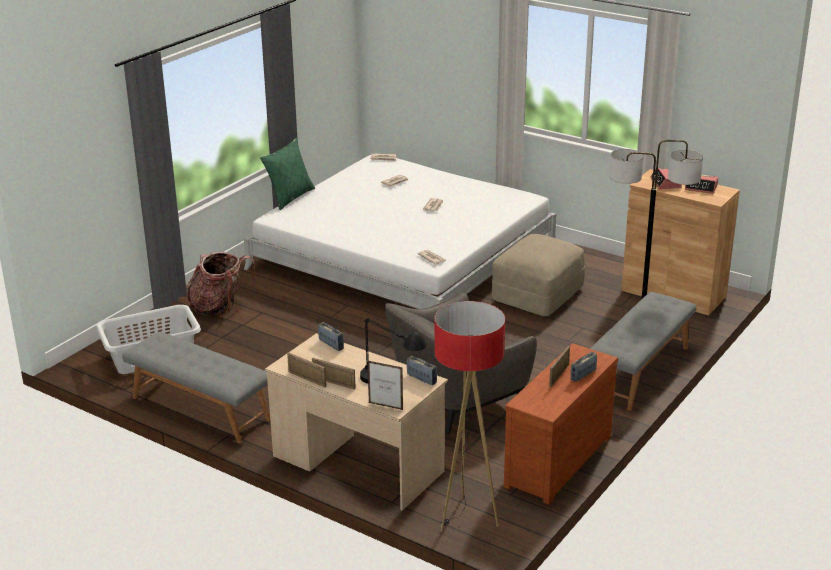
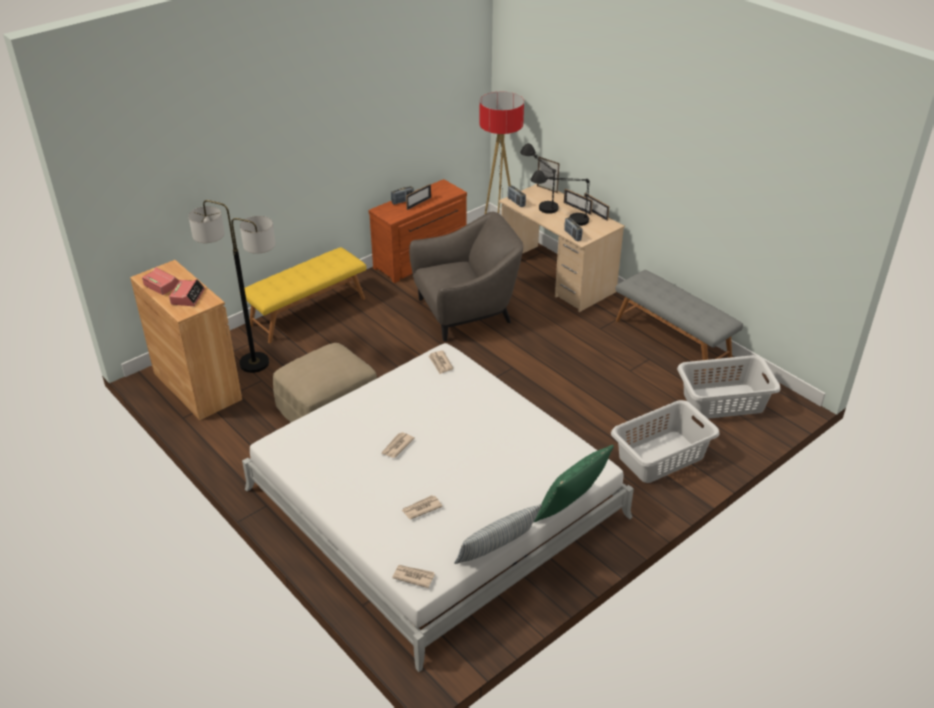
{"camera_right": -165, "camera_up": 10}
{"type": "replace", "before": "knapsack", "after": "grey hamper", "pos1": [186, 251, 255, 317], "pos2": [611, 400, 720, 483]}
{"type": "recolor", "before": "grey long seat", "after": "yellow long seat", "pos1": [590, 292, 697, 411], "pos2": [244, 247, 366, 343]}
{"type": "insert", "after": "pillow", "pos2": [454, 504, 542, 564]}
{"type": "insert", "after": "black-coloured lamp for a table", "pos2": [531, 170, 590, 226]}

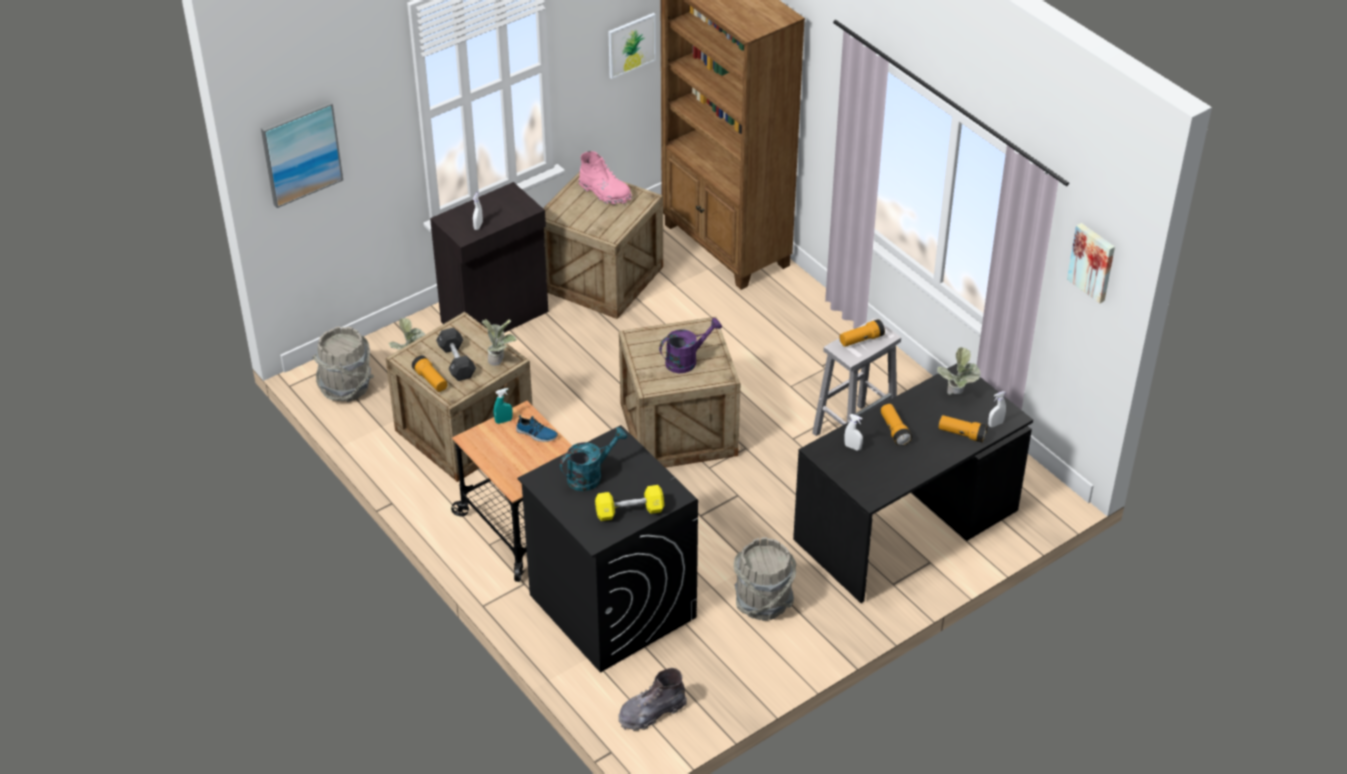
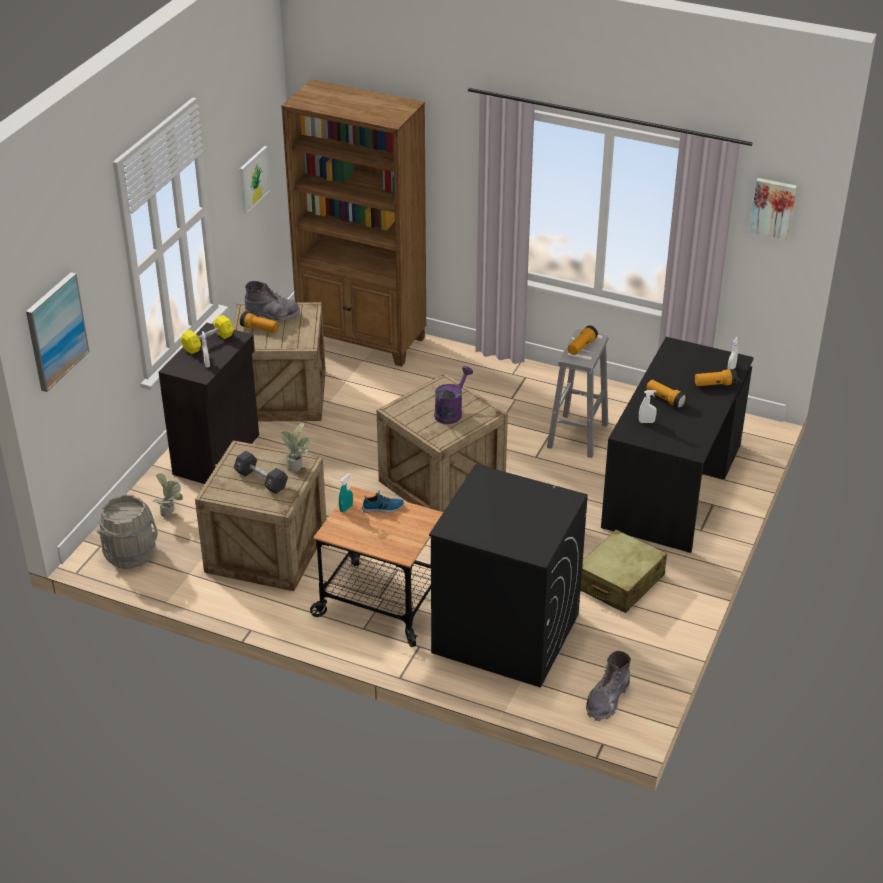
{"camera_right": -30, "camera_up": -5}
{"type": "move", "before": "torch", "pos1": [412, 355, 447, 392], "pos2": [240, 312, 278, 333]}
{"type": "delete", "before": "turquoise-coloured watering can", "pos1": [560, 427, 627, 491]}
{"type": "recolor", "before": "pink tall boot", "after": "grey tall boot", "pos1": [578, 151, 632, 205], "pos2": [244, 281, 300, 323]}
{"type": "move", "before": "yellow hand weight", "pos1": [595, 485, 664, 521], "pos2": [181, 315, 234, 354]}
{"type": "replace", "before": "grey pail", "after": "sand-coloured travel case", "pos1": [734, 537, 796, 621], "pos2": [581, 530, 667, 613]}
{"type": "delete", "before": "potted plant", "pos1": [937, 347, 981, 395]}

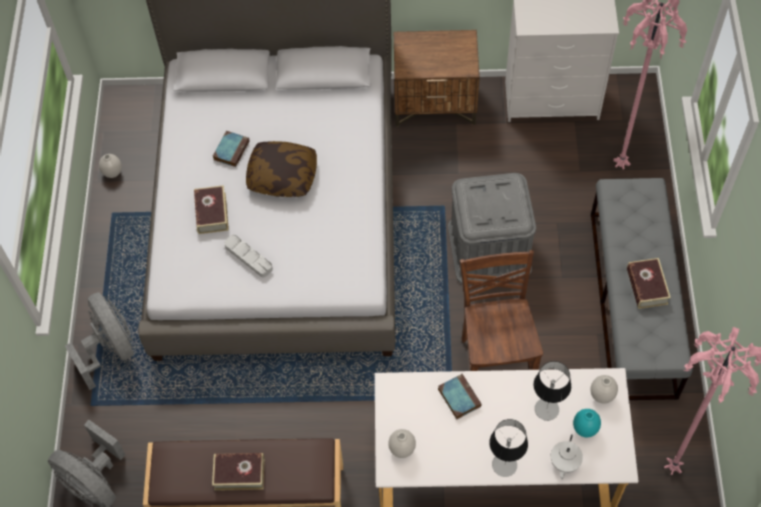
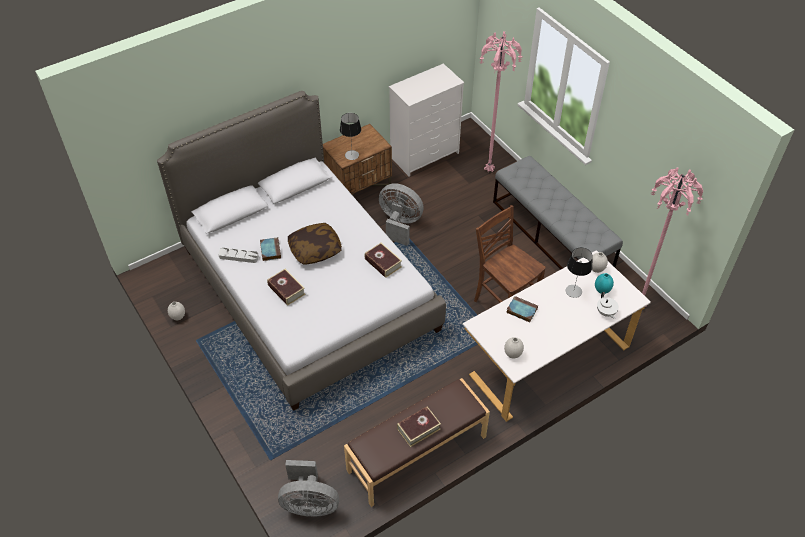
{"camera_right": -35, "camera_up": -10}
{"type": "move", "before": "grey cooling fan", "pos1": [65, 292, 134, 390], "pos2": [379, 183, 424, 246]}
{"type": "move", "before": "grey serving tray", "pos1": [224, 235, 273, 277], "pos2": [218, 248, 259, 263]}
{"type": "delete", "before": "grey storage bin", "pos1": [448, 173, 536, 284]}
{"type": "move", "before": "lamp for a table", "pos1": [489, 419, 528, 477], "pos2": [340, 113, 361, 160]}
{"type": "move", "before": "volume", "pos1": [627, 258, 671, 309], "pos2": [365, 243, 402, 278]}

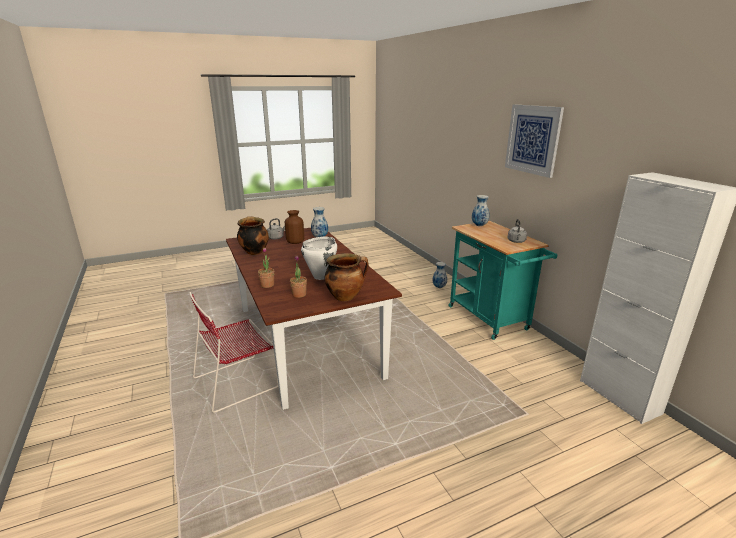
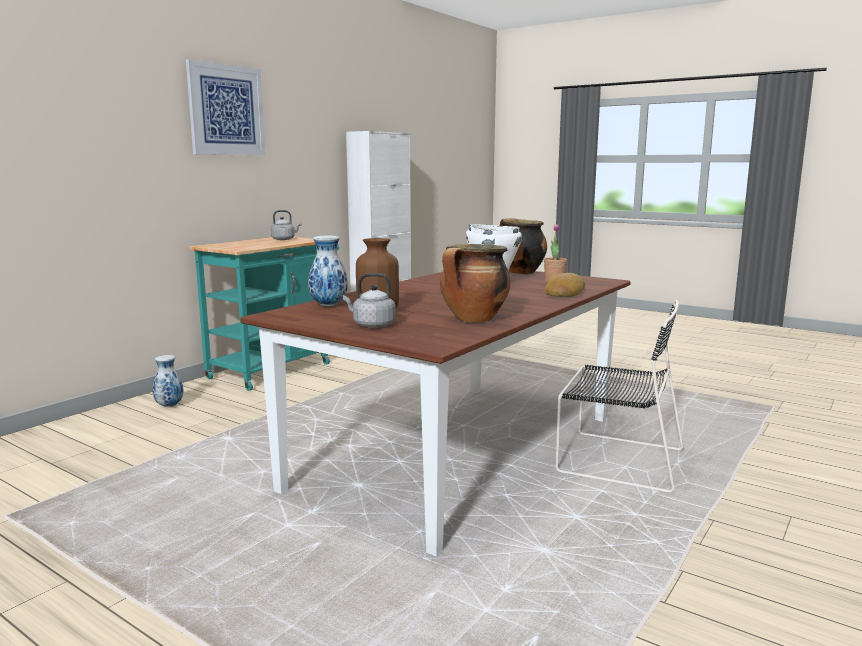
{"camera_right": -120, "camera_up": -10}
{"type": "recolor", "before": "reddish plain chair", "after": "black-coloured plain chair", "pos1": [189, 292, 278, 413], "pos2": [555, 300, 684, 492]}
{"type": "replace", "before": "potted plant", "after": "bread", "pos1": [258, 248, 274, 288], "pos2": [545, 273, 585, 297]}
{"type": "delete", "before": "flower vase", "pos1": [472, 195, 490, 226]}

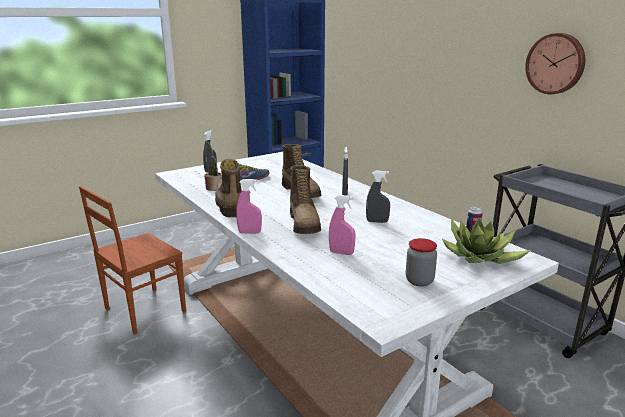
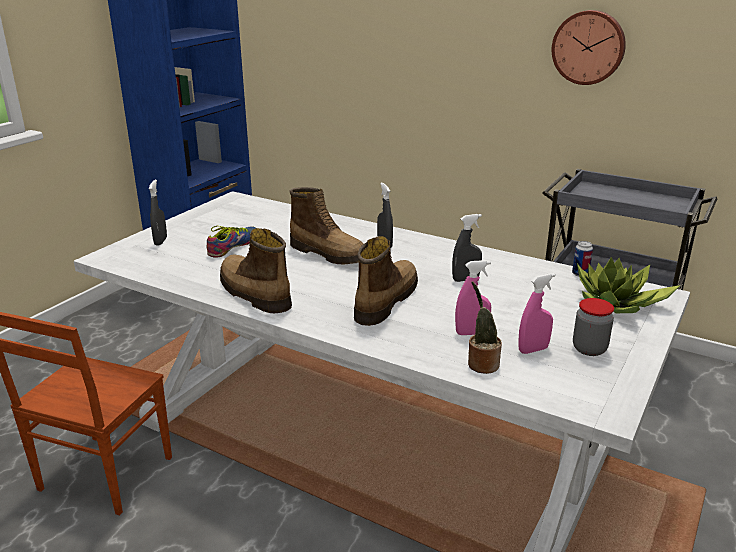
{"camera_right": -25, "camera_up": 5}
{"type": "move", "before": "potted plant", "pos1": [204, 141, 222, 191], "pos2": [468, 281, 502, 374]}
{"type": "move", "before": "pink hand sprayer", "pos1": [236, 179, 262, 234], "pos2": [518, 273, 555, 354]}
{"type": "rotate", "before": "tall boot", "pos1": [290, 165, 321, 234], "pos2": [354, 236, 418, 326], "turn": -120}

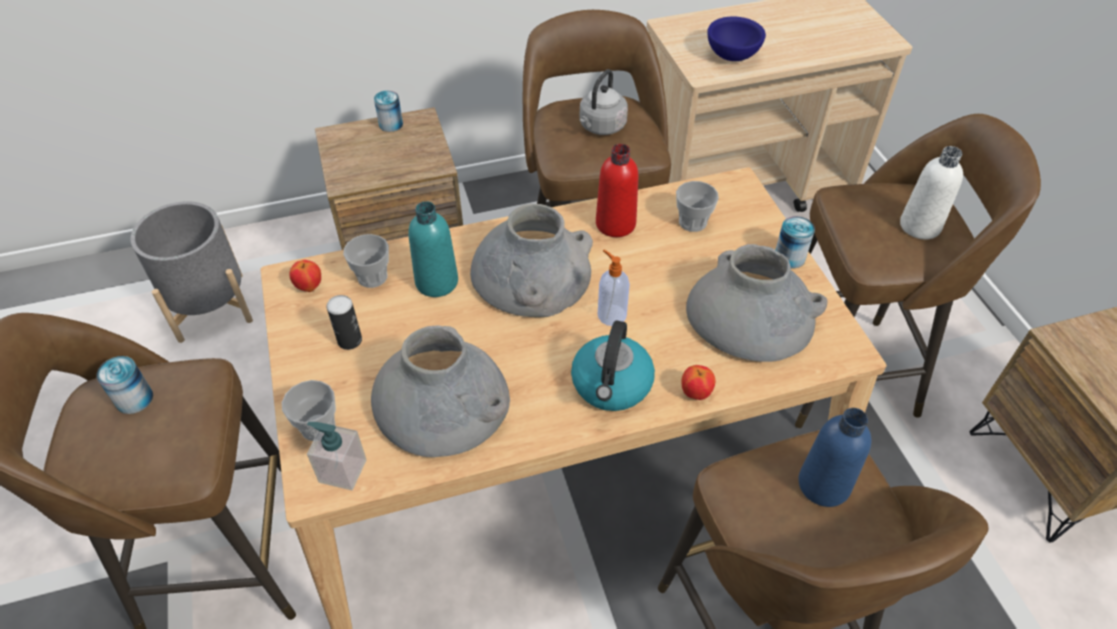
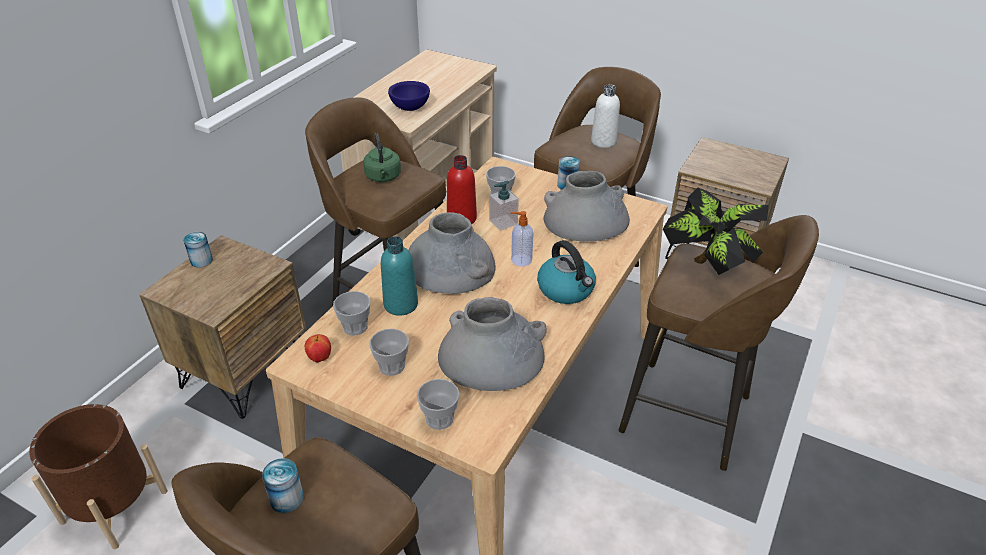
{"camera_right": -45, "camera_up": -10}
{"type": "recolor", "before": "grey flower pot", "after": "brownish flower pot", "pos1": [130, 201, 253, 343], "pos2": [29, 404, 168, 549]}
{"type": "move", "before": "soap dispenser", "pos1": [307, 422, 366, 490], "pos2": [489, 181, 519, 231]}
{"type": "replace", "before": "sealed can", "after": "cup", "pos1": [326, 295, 362, 350], "pos2": [369, 329, 409, 376]}
{"type": "recolor", "before": "grey water kettle", "after": "green water kettle", "pos1": [579, 69, 628, 135], "pos2": [363, 133, 401, 182]}
{"type": "delete", "before": "apple fruit", "pos1": [681, 365, 715, 400]}
{"type": "replace", "before": "blue bottle", "after": "potted plant", "pos1": [799, 408, 872, 507], "pos2": [663, 187, 769, 275]}

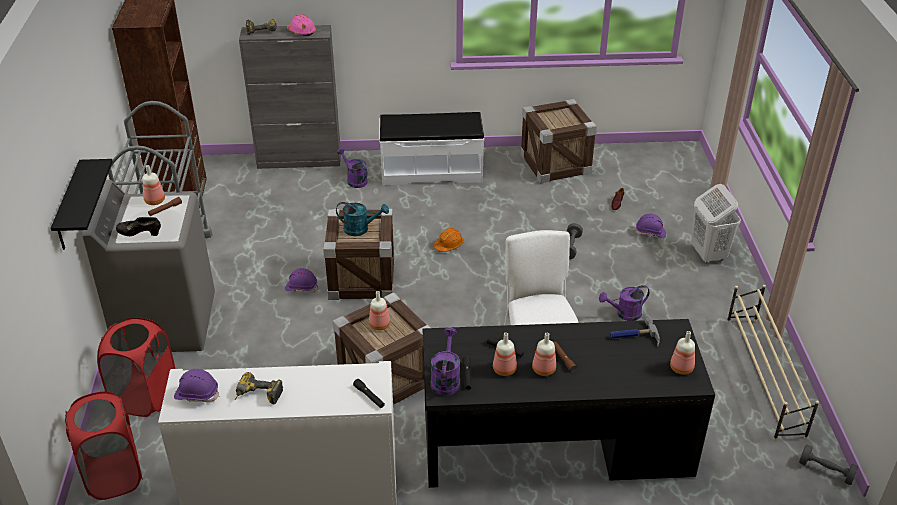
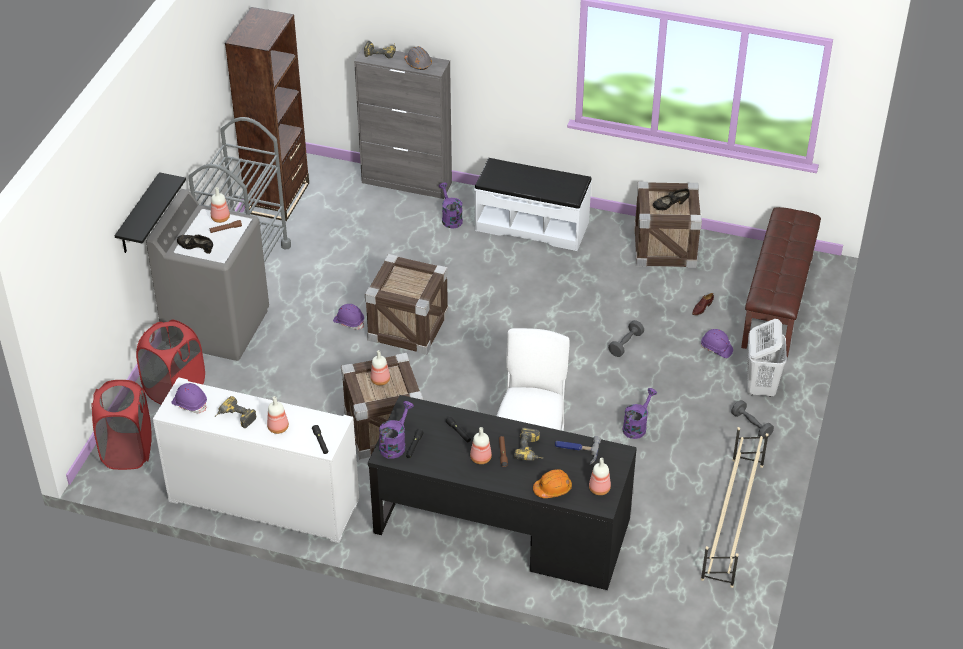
{"camera_right": 20, "camera_up": 5}
{"type": "recolor", "before": "pink safety helmet", "after": "grey safety helmet", "pos1": [287, 14, 316, 36], "pos2": [404, 46, 432, 70]}
{"type": "delete", "before": "turquoise-coloured watering can", "pos1": [336, 202, 389, 236]}
{"type": "move", "before": "orange safety helmet", "pos1": [434, 228, 464, 252], "pos2": [533, 469, 572, 498]}
{"type": "move", "before": "bottle", "pos1": [493, 333, 517, 376], "pos2": [267, 396, 289, 434]}
{"type": "rotate", "before": "purplish watering can", "pos1": [599, 285, 650, 321], "pos2": [623, 388, 657, 439], "turn": 120}
{"type": "move", "before": "grey hand weight", "pos1": [799, 445, 858, 485], "pos2": [731, 400, 774, 439]}
{"type": "insert", "after": "drill", "pos2": [514, 427, 543, 461]}
{"type": "insert", "after": "black-coloured shoe", "pos2": [653, 188, 690, 210]}
{"type": "insert", "after": "brownish long seat", "pos2": [741, 207, 821, 357]}

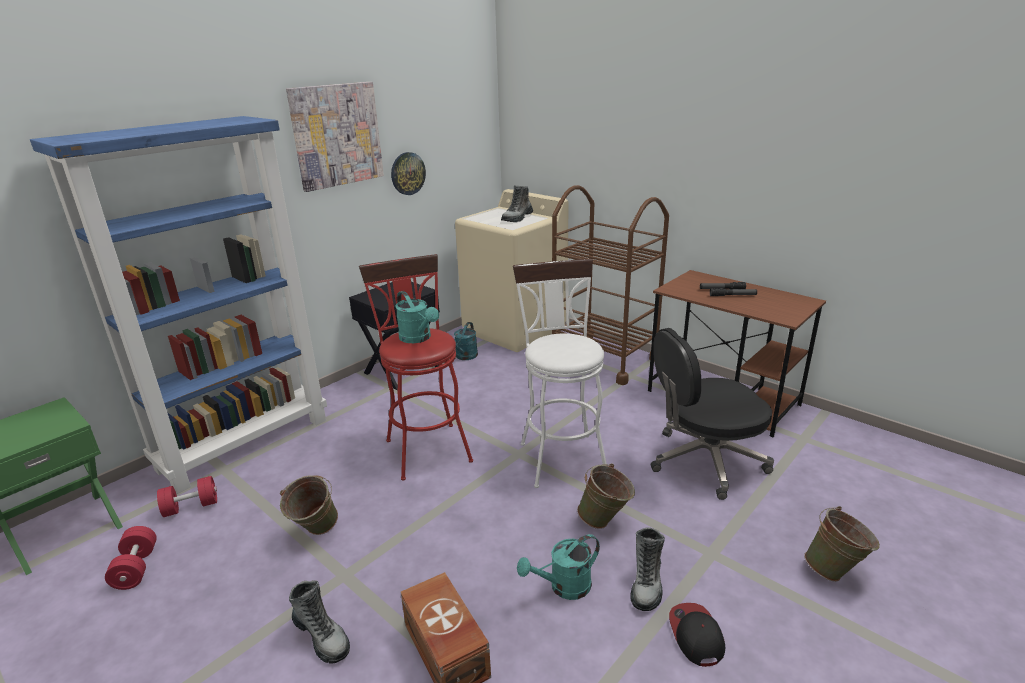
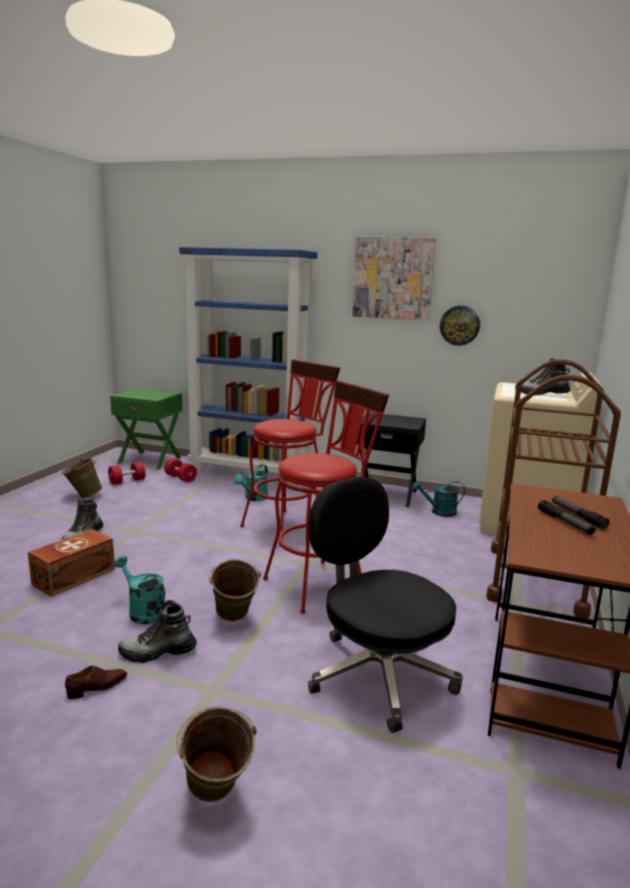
{"camera_right": 65, "camera_up": -10}
{"type": "move", "before": "green pail", "pos1": [280, 475, 338, 535], "pos2": [62, 458, 102, 498]}
{"type": "move", "before": "turquoise-coloured watering can", "pos1": [395, 291, 439, 343], "pos2": [234, 464, 268, 501]}
{"type": "recolor", "before": "whitish stool", "after": "reddish stool", "pos1": [513, 259, 607, 488], "pos2": [263, 380, 389, 614]}
{"type": "replace", "before": "peaked cap", "after": "brownish shoe", "pos1": [669, 603, 725, 667], "pos2": [65, 666, 127, 699]}

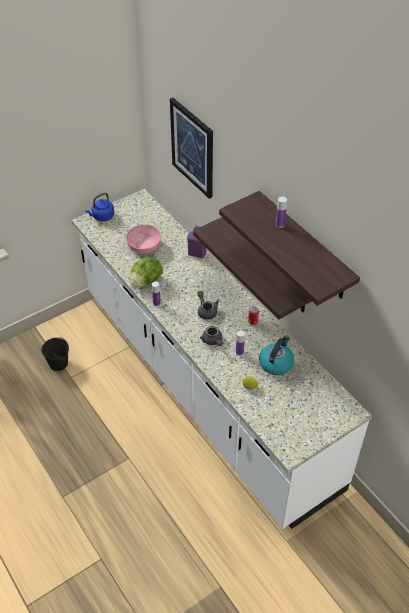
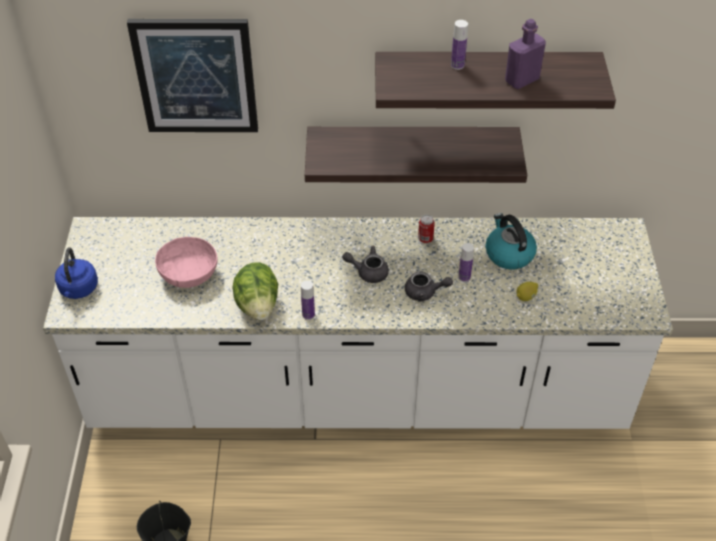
{"camera_right": -55, "camera_up": 0}
{"type": "move", "before": "purplish bottle", "pos1": [187, 226, 206, 258], "pos2": [505, 19, 546, 89]}

